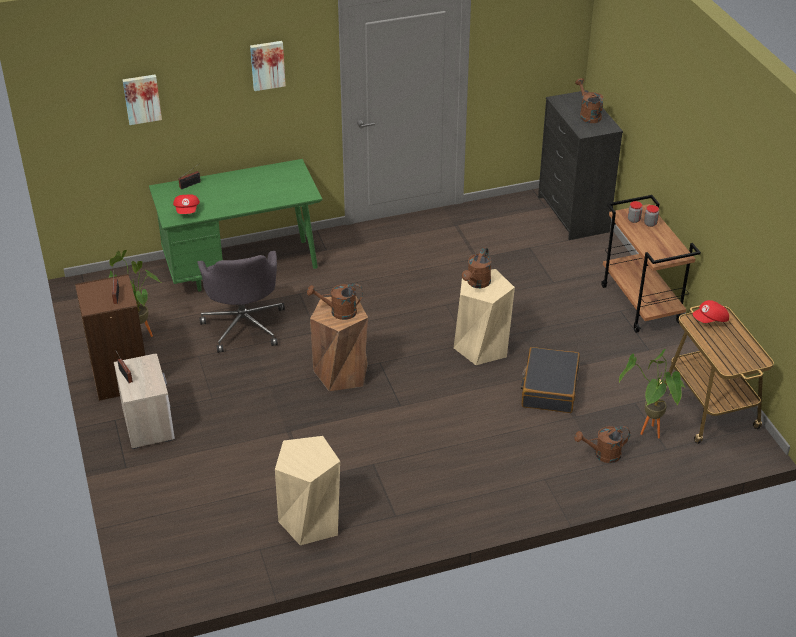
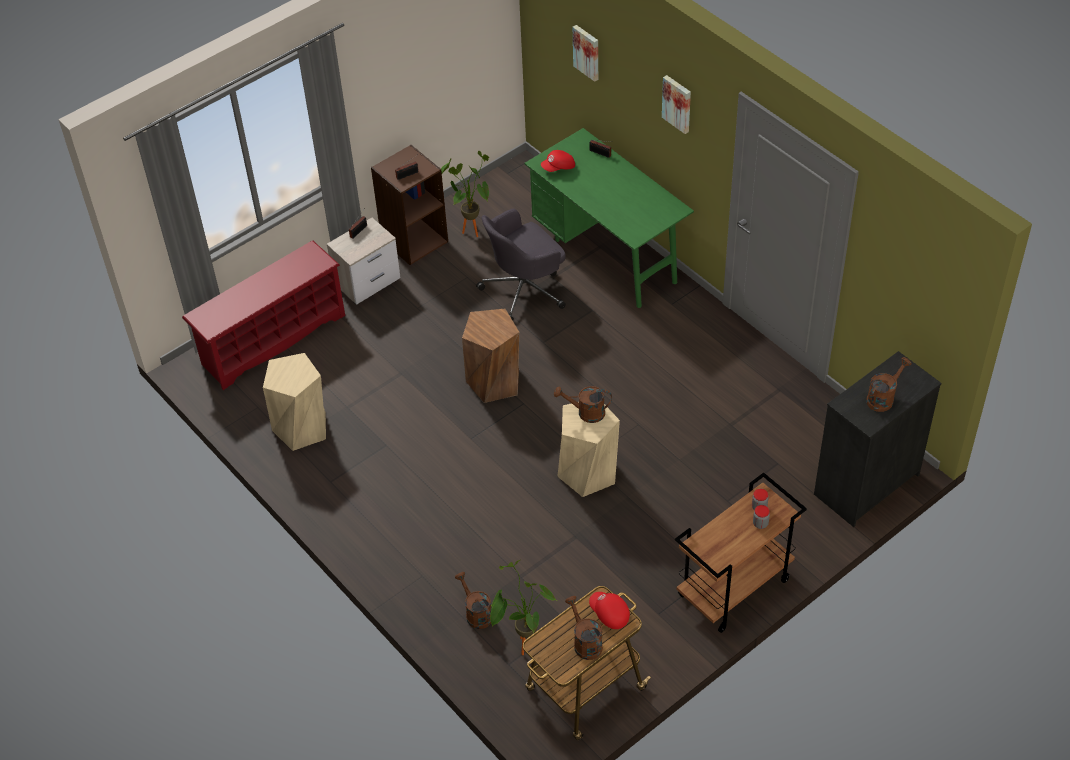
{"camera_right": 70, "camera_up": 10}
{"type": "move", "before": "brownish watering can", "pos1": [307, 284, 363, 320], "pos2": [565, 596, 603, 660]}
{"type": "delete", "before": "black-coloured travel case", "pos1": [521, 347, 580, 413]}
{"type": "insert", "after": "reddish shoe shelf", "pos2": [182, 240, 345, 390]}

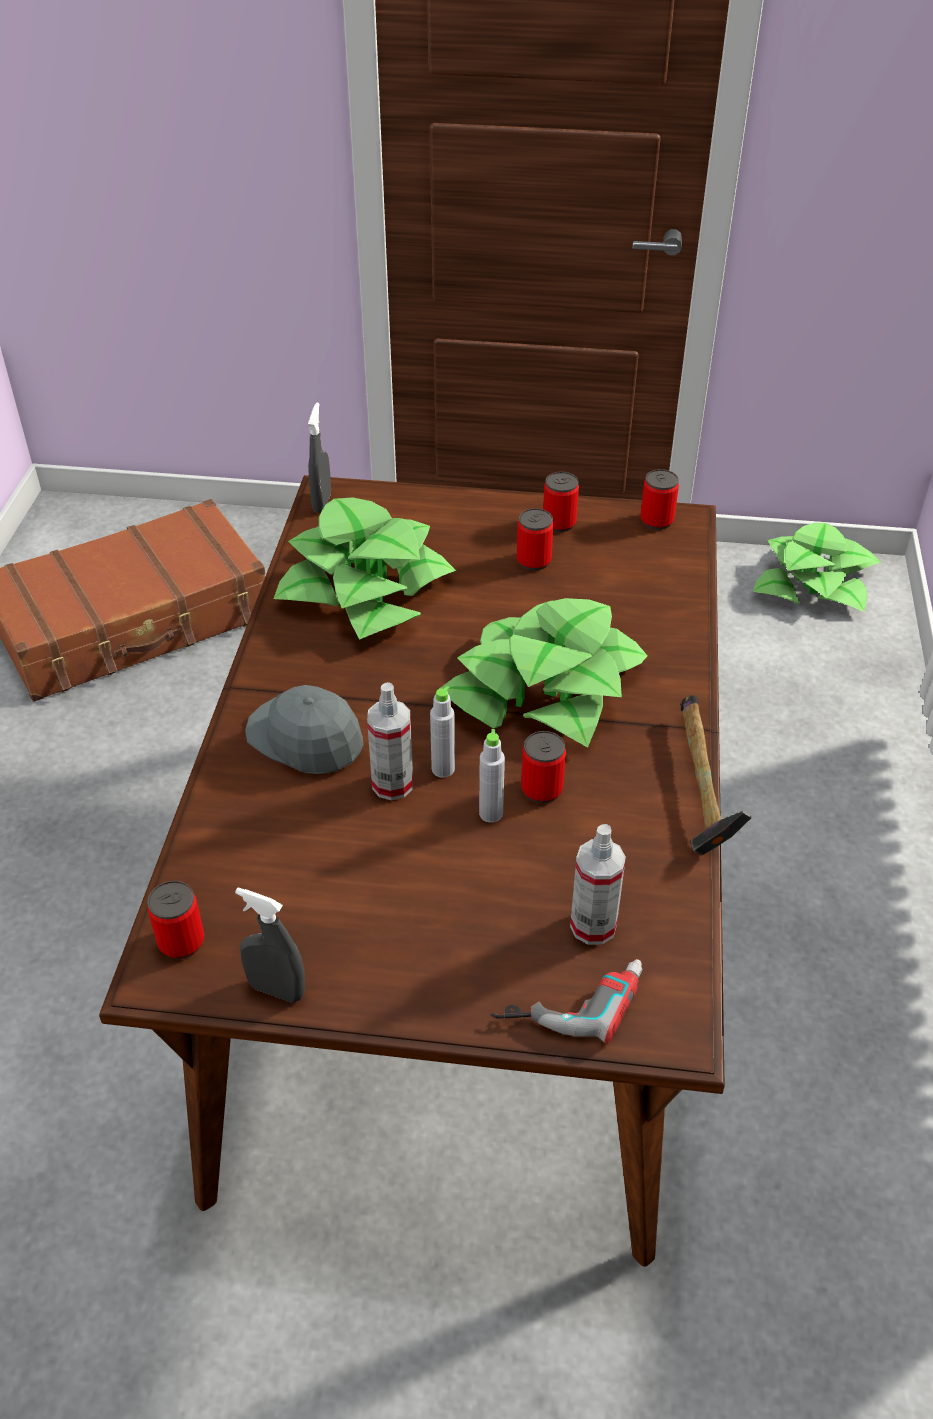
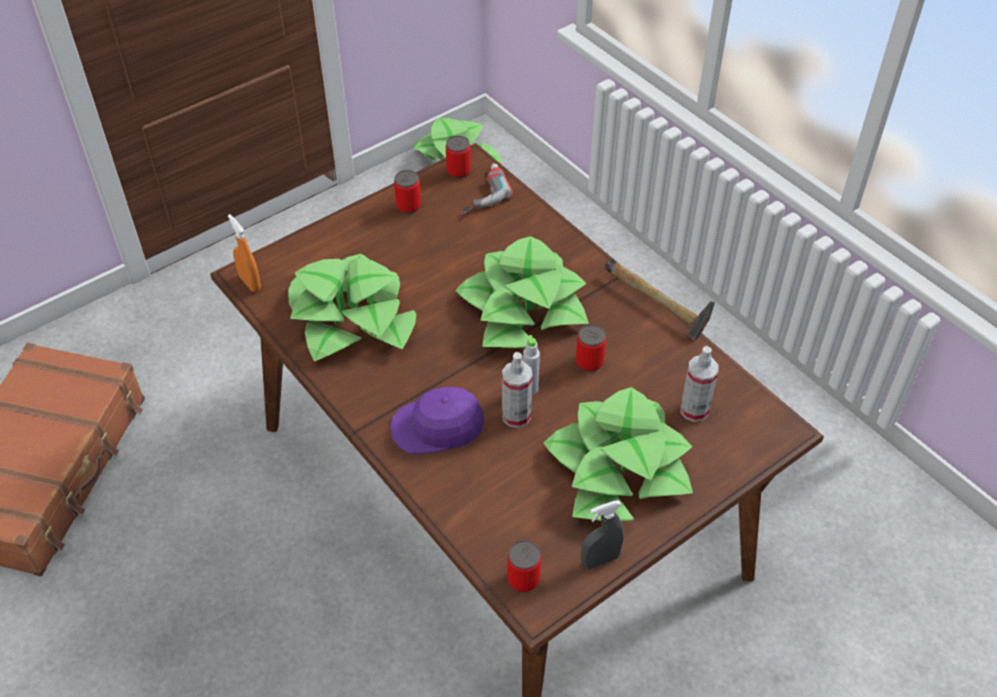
{"camera_right": -45, "camera_up": 5}
{"type": "recolor", "before": "grey peaked cap", "after": "purplish peaked cap", "pos1": [245, 685, 364, 774], "pos2": [390, 387, 484, 454]}
{"type": "recolor", "before": "grey hand sprayer", "after": "orange hand sprayer", "pos1": [308, 402, 331, 513], "pos2": [228, 214, 261, 292]}
{"type": "delete", "before": "grey bottle", "pos1": [479, 729, 505, 823]}
{"type": "move", "before": "drill", "pos1": [490, 959, 642, 1044], "pos2": [460, 163, 513, 216]}
{"type": "delete", "before": "sealed can", "pos1": [517, 508, 554, 571]}
{"type": "insert", "after": "potted plant", "pos2": [544, 387, 693, 521]}

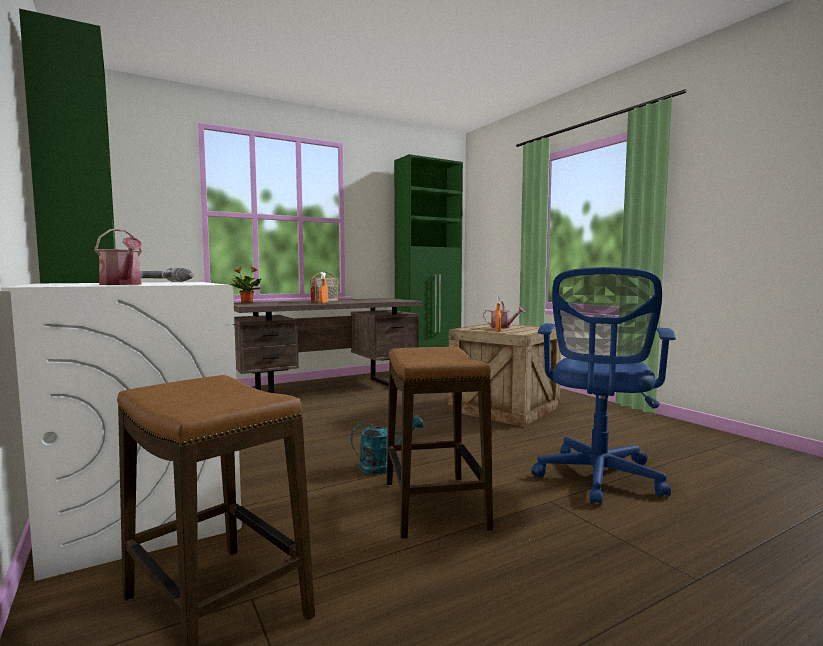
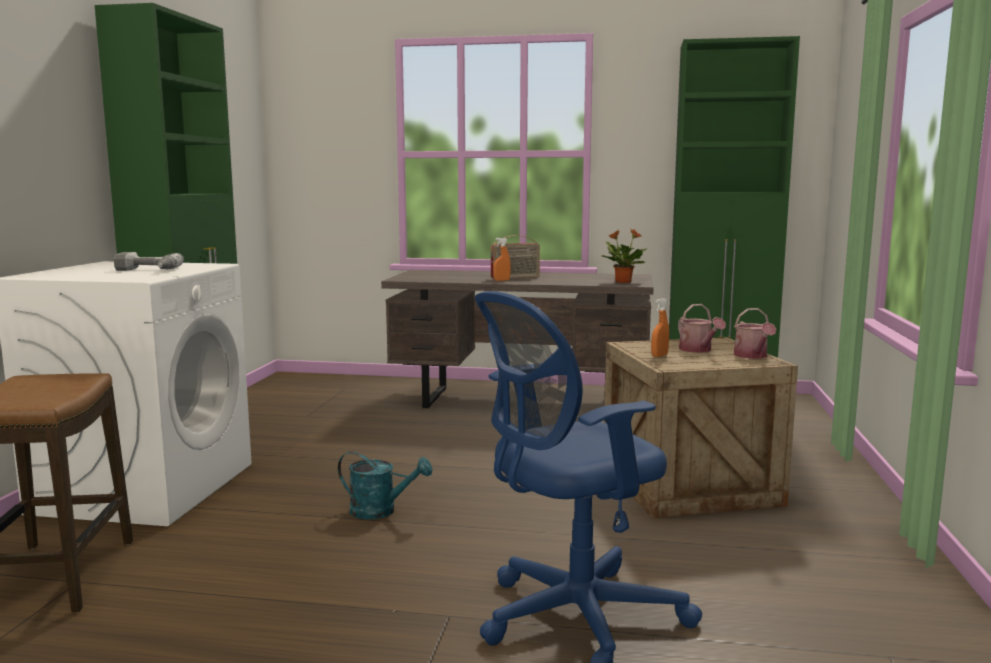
{"camera_right": 40, "camera_up": 5}
{"type": "move", "before": "watering can", "pos1": [95, 229, 143, 285], "pos2": [734, 308, 776, 359]}
{"type": "move", "before": "potted plant", "pos1": [230, 266, 261, 303], "pos2": [602, 229, 647, 283]}
{"type": "delete", "before": "stool", "pos1": [386, 347, 493, 539]}

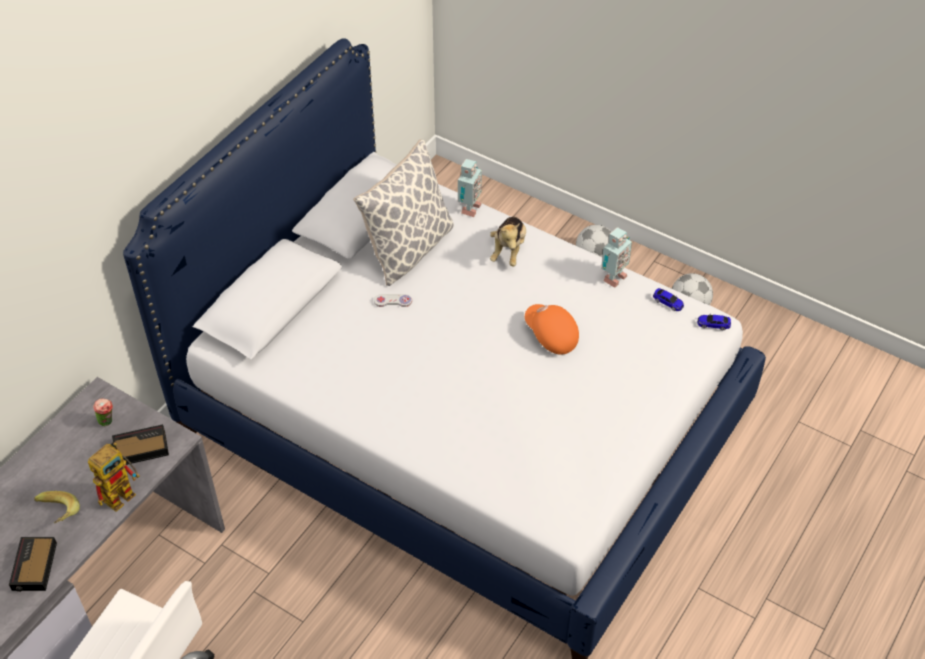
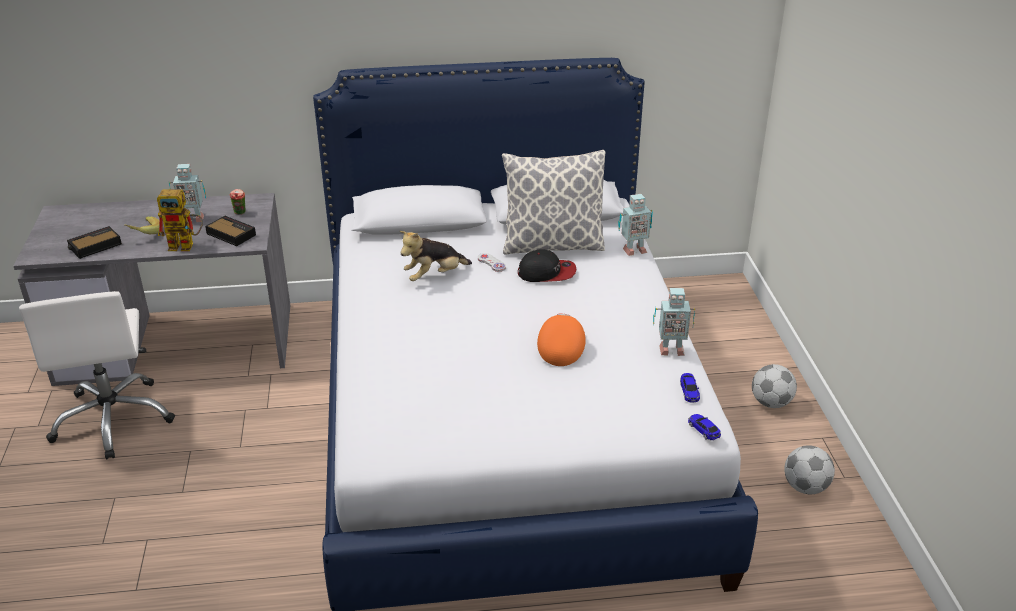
{"camera_right": 50, "camera_up": -15}
{"type": "move", "before": "soft toy", "pos1": [490, 217, 526, 266], "pos2": [400, 231, 472, 281]}
{"type": "insert", "after": "toy robot", "pos2": [169, 164, 206, 222]}
{"type": "insert", "after": "peaked cap", "pos2": [518, 249, 576, 282]}

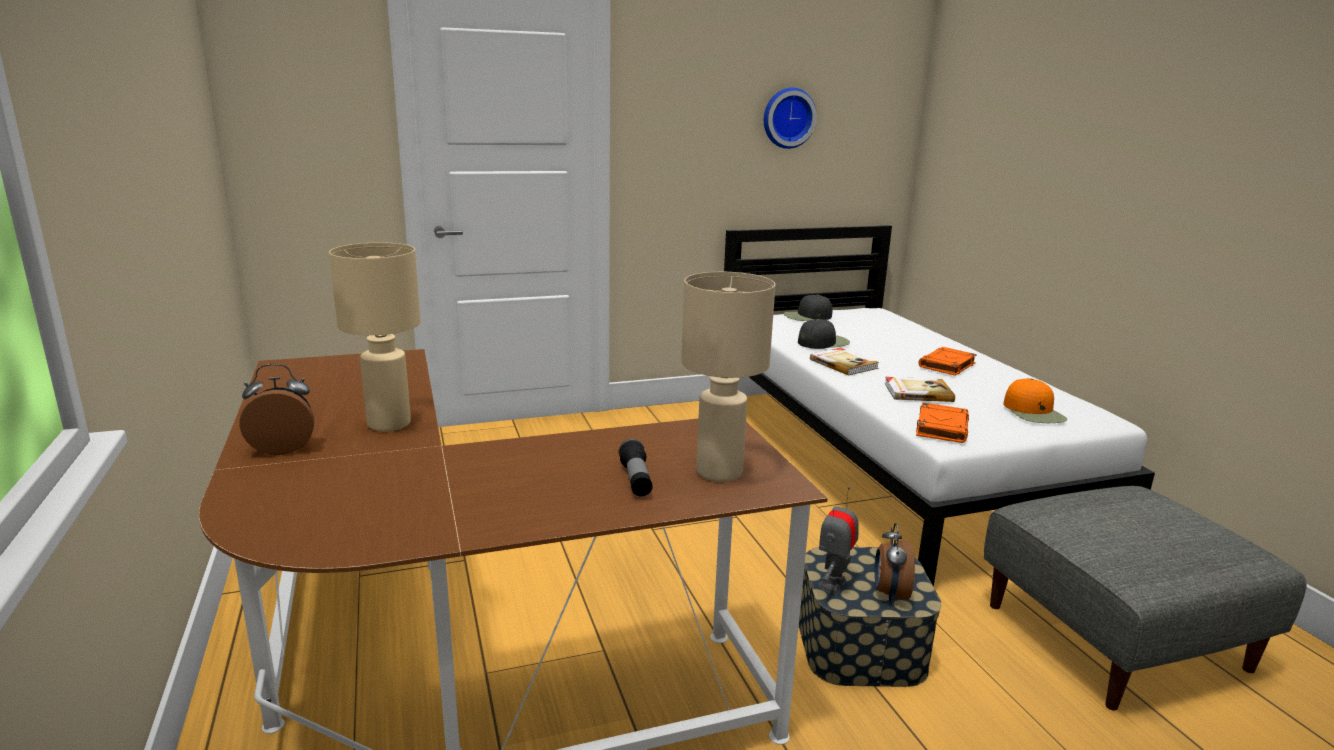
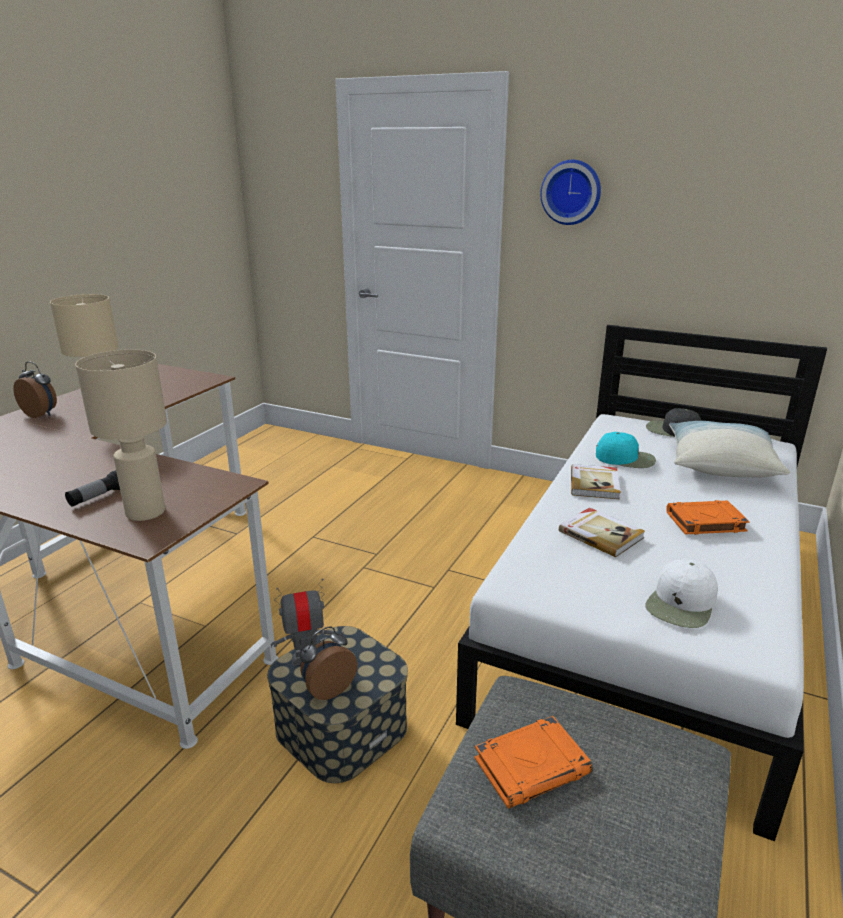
{"camera_right": 45, "camera_up": 5}
{"type": "move", "before": "clock on the wall", "pos1": [764, 88, 817, 149], "pos2": [540, 160, 601, 225]}
{"type": "recolor", "before": "black-coloured peaked cap", "after": "turquoise-coloured peaked cap", "pos1": [798, 319, 850, 349], "pos2": [596, 432, 656, 468]}
{"type": "move", "before": "orange volume", "pos1": [916, 402, 969, 443], "pos2": [475, 716, 593, 809]}
{"type": "recolor", "before": "orange peaked cap", "after": "whitish peaked cap", "pos1": [1003, 378, 1067, 423], "pos2": [646, 559, 718, 628]}
{"type": "insert", "after": "pillow", "pos2": [669, 421, 790, 477]}

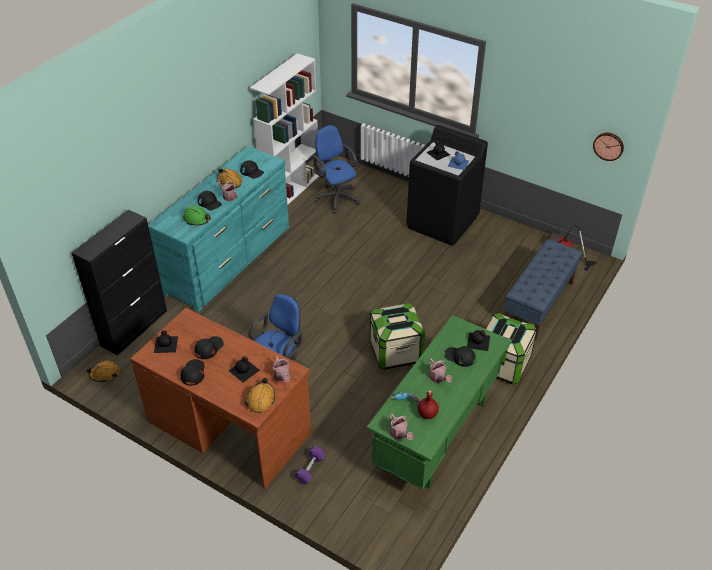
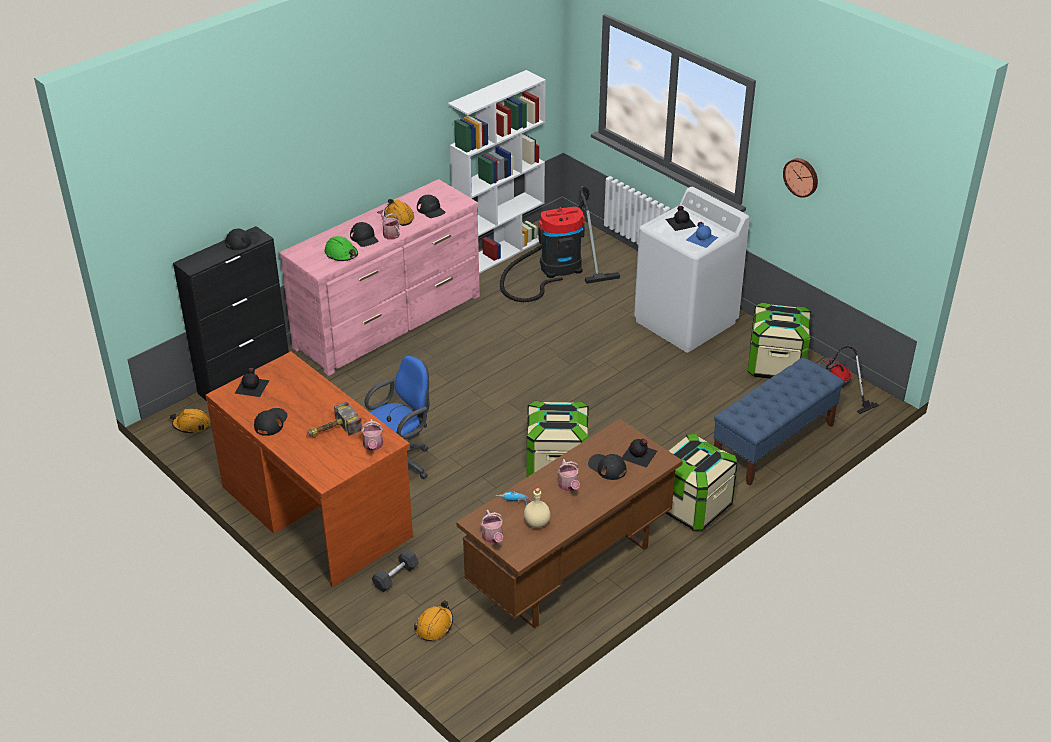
{"camera_right": 15, "camera_up": -5}
{"type": "recolor", "before": "turquoise-coloured drawer chest", "after": "pink drawer chest", "pos1": [148, 146, 289, 312], "pos2": [279, 179, 480, 376]}
{"type": "move", "before": "black-coloured peaked cap", "pos1": [194, 336, 224, 359], "pos2": [225, 228, 261, 250]}
{"type": "replace", "before": "black-coloured bottle", "after": "tool hammer", "pos1": [229, 356, 260, 383], "pos2": [307, 402, 362, 436]}
{"type": "move", "before": "orange safety helmet", "pos1": [245, 378, 275, 413], "pos2": [414, 600, 453, 641]}
{"type": "recolor", "before": "purplish hand weight", "after": "black-coloured hand weight", "pos1": [294, 446, 326, 484], "pos2": [372, 549, 419, 592]}
{"type": "replace", "before": "blue computer chair", "after": "vacuum cleaner", "pos1": [313, 125, 361, 213], "pos2": [500, 187, 620, 302]}
{"type": "recolor", "before": "green desk unit", "after": "brownish desk unit", "pos1": [367, 315, 511, 490], "pos2": [457, 419, 683, 628]}
{"type": "recolor", "before": "black-coloured laundry machine", "after": "whitish laundry machine", "pos1": [406, 125, 488, 246], "pos2": [634, 187, 750, 352]}
{"type": "recolor", "before": "reddish bottle", "after": "sand-coloured bottle", "pos1": [418, 390, 439, 419], "pos2": [524, 488, 550, 528]}
{"type": "move", "before": "clock on the wall", "pos1": [593, 133, 624, 161], "pos2": [783, 158, 818, 198]}
{"type": "insert", "after": "storage bin", "pos2": [748, 302, 811, 379]}

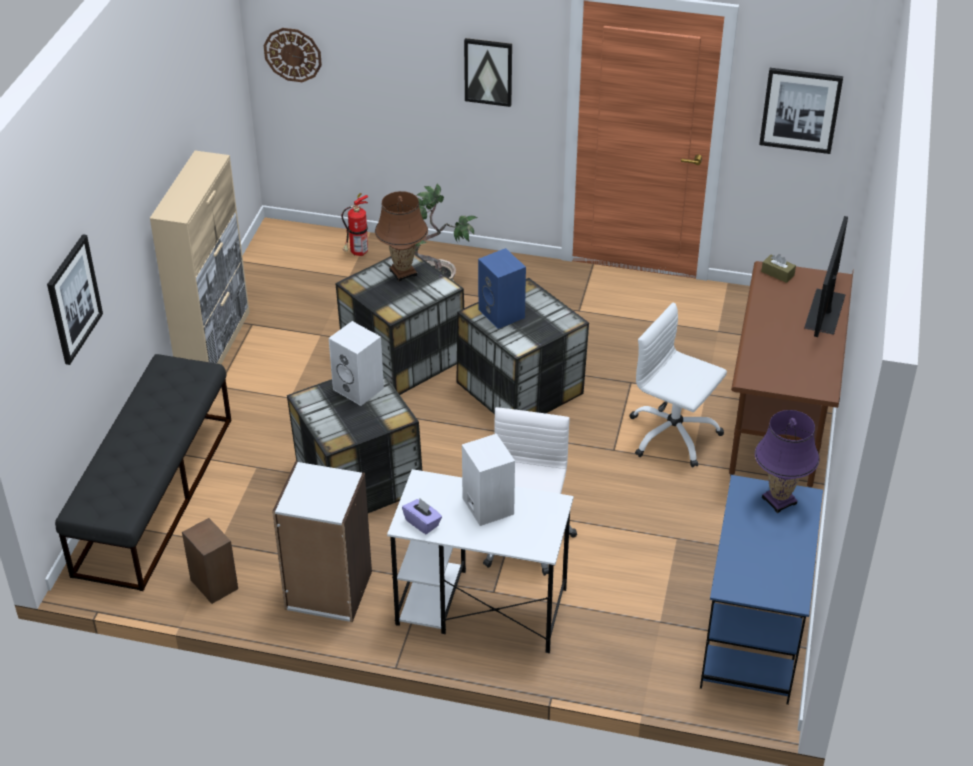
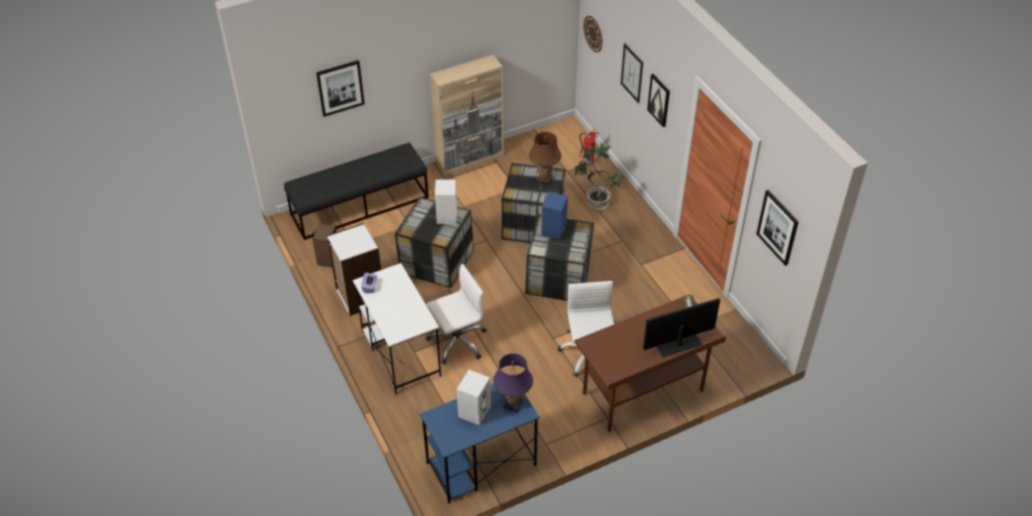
{"camera_right": 50, "camera_up": 5}
{"type": "move", "before": "whitish loudspeaker", "pos1": [462, 434, 515, 526], "pos2": [457, 370, 491, 425]}
{"type": "insert", "after": "wall picture", "pos2": [621, 43, 643, 104]}

